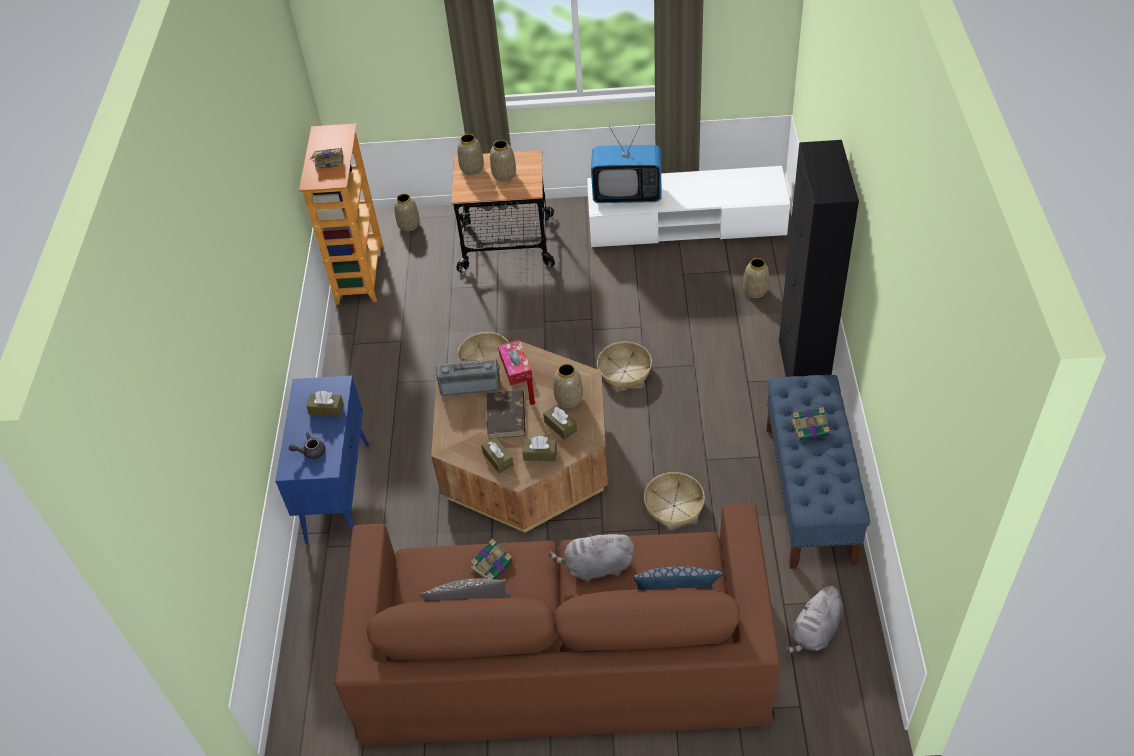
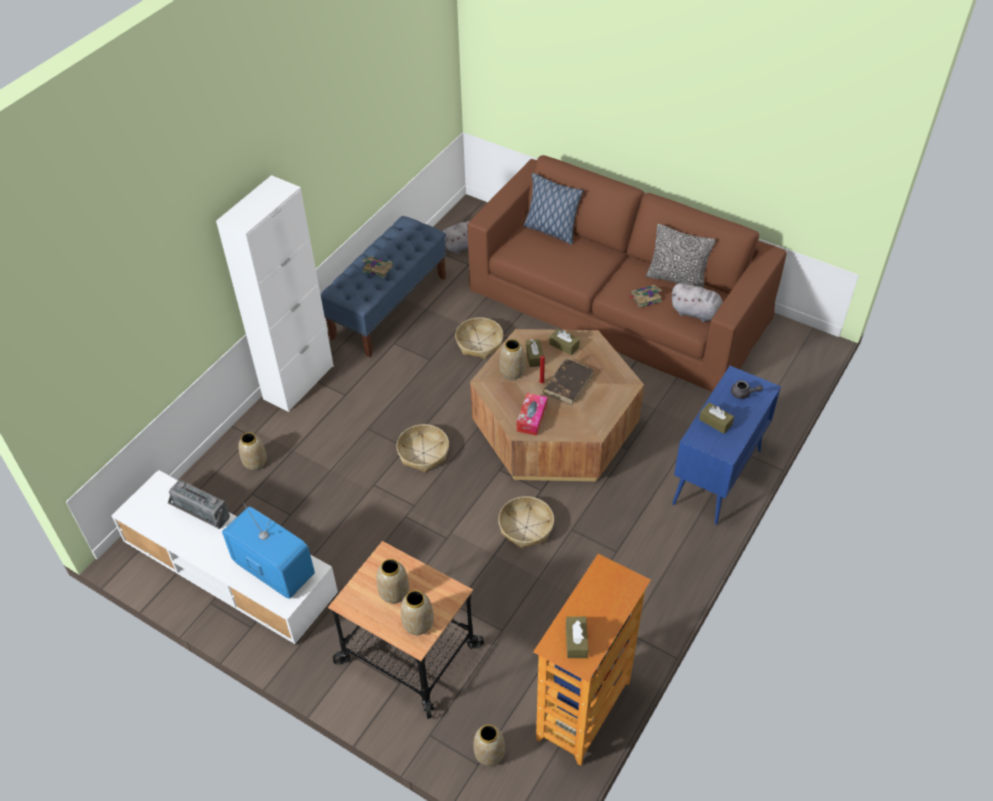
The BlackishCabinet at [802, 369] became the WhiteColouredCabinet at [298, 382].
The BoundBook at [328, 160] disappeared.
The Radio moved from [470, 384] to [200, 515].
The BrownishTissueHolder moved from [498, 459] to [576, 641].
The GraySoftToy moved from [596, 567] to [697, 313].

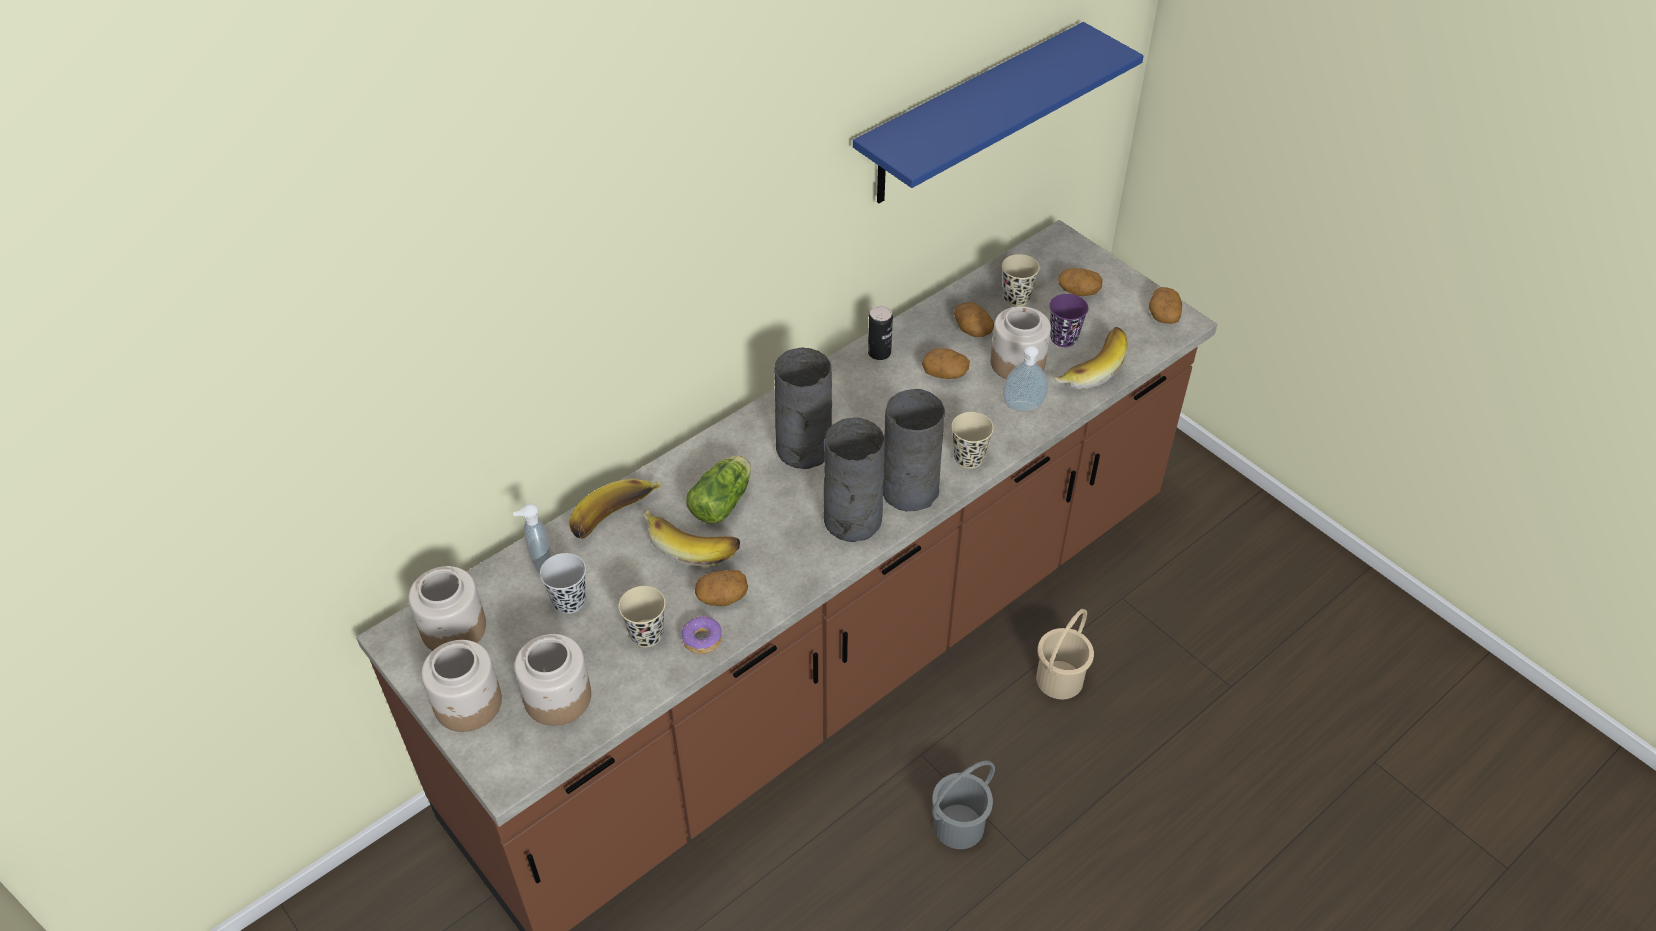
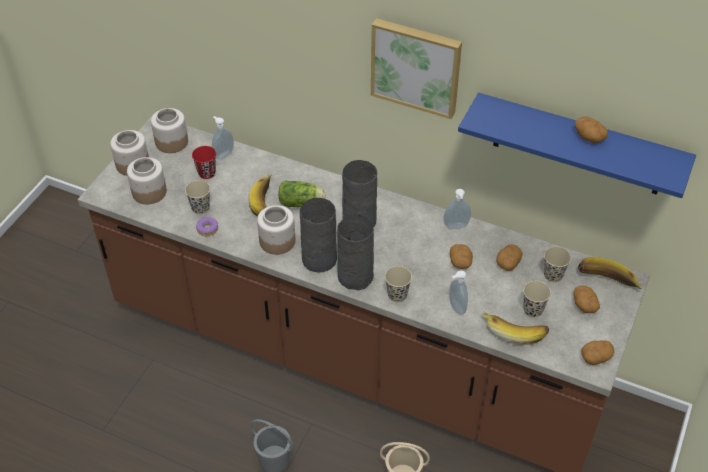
The PurplishDrinkingCup at [1063, 338] became the BeigeColouredDrinkingCup at [533, 310].
The SealedCan at [879, 353] was replaced by the SoapBottle at [456, 227].
The PreserveJar moved from [1017, 362] to [278, 241].
The WholeBanana moved from [617, 519] to [607, 282].
The BlackishDrinkingCup at [569, 601] became the RedDrinkingCup at [207, 173].
The WholePotato moved from [722, 597] to [588, 136].
The Picture at [416, 66] appeared.

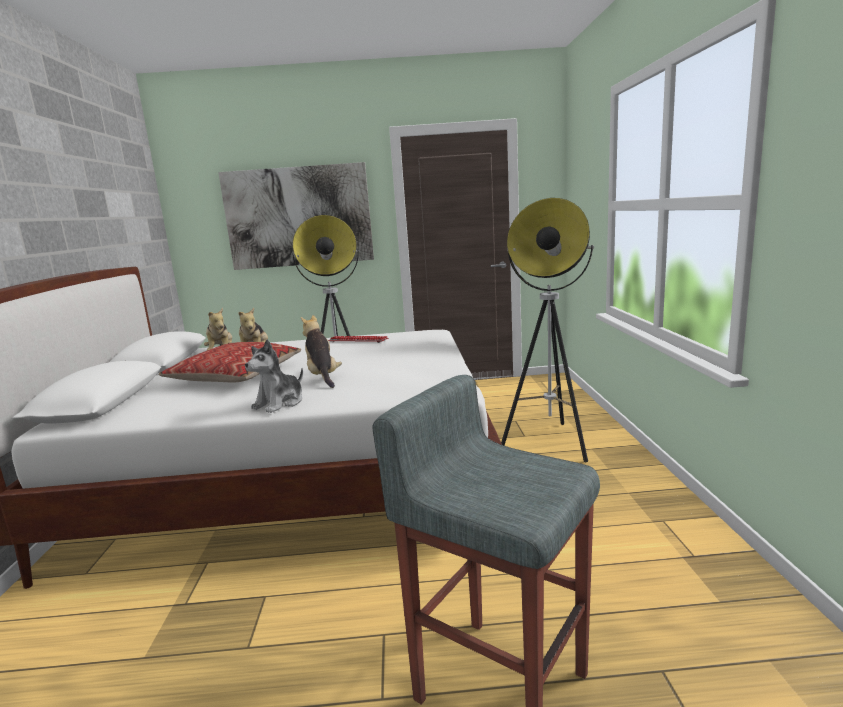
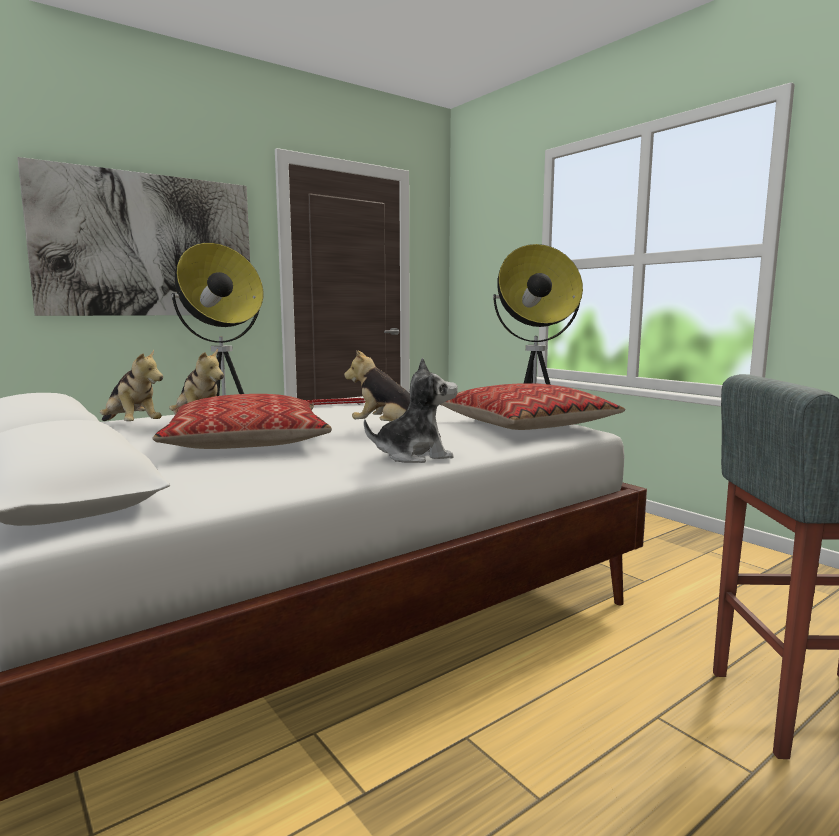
The SoftToy at [280, 403] turned 105 degrees counterclockwise.
The Pillow at [525, 425] appeared.

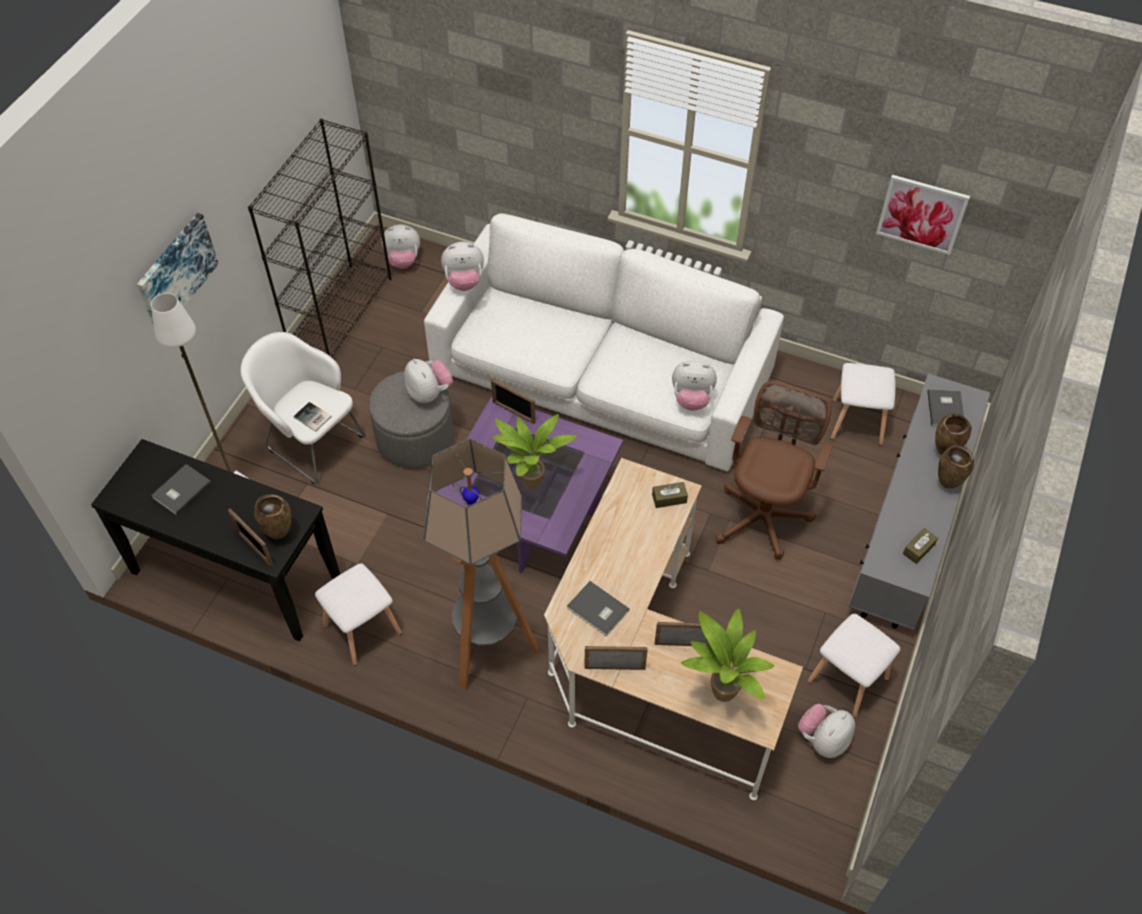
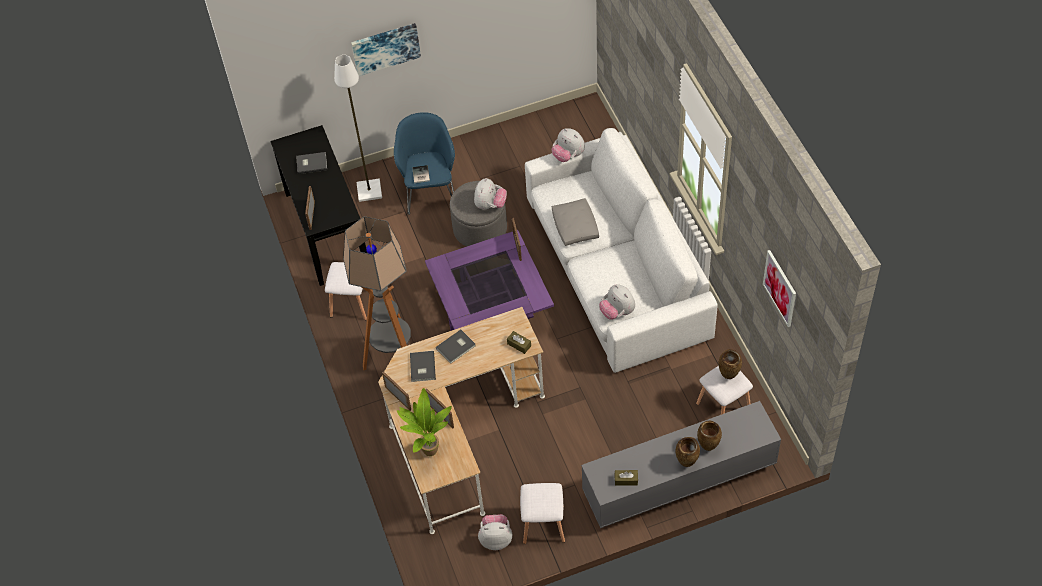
The BlackishShelvingUnit at [341, 313] disappeared.
The SoftToy at [403, 260] disappeared.
The WhiteColouredEasyChair at [312, 442] became the BlueEasyChair at [430, 191].
The BrownishOfficeChair at [764, 514] disappeared.
The GrayBoundBook moved from [946, 409] to [456, 347].
The PottedPlant at [532, 486] disappeared.
The BrownishFlowerVase moved from [280, 534] to [729, 376].
The GrayPillow at [575, 227] appeared.

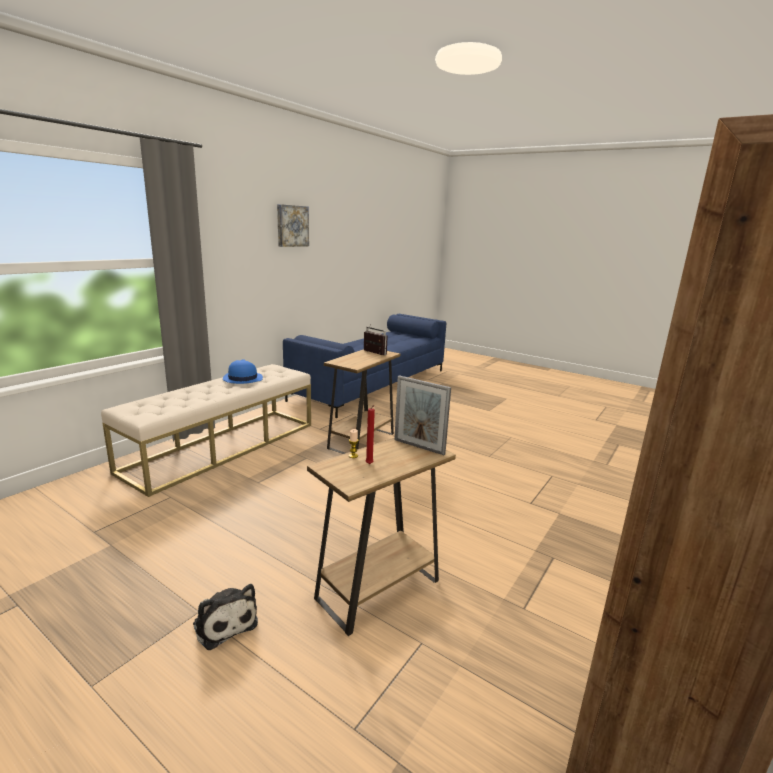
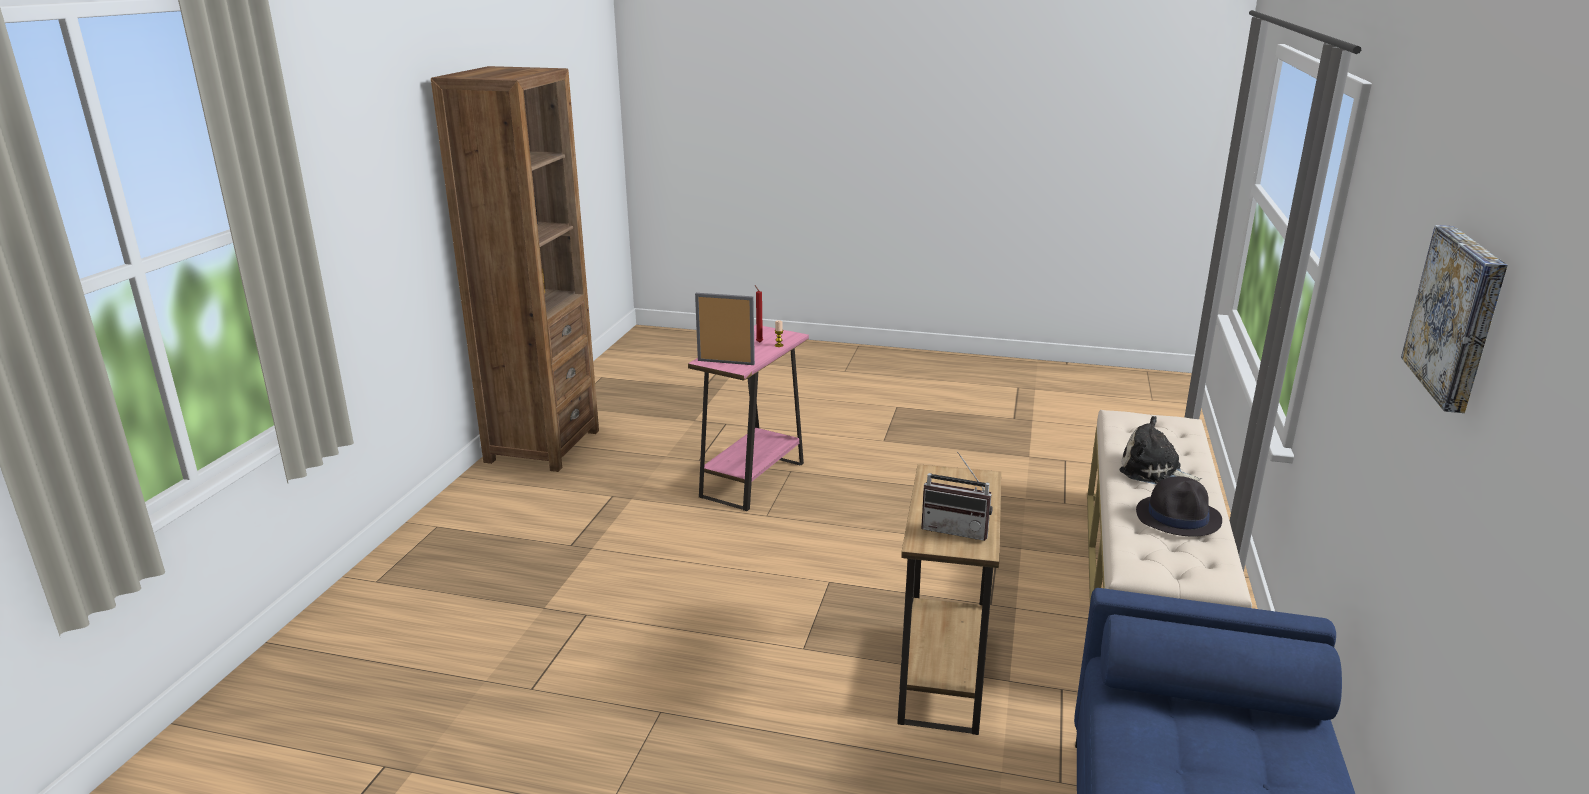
The BlueWearableHat at [242, 378] became the BlackishWearableHat at [1178, 517].
The BrownishEndTable at [378, 589] became the PinkEndTable at [752, 480].
The SoftToy moved from [224, 622] to [1154, 472].

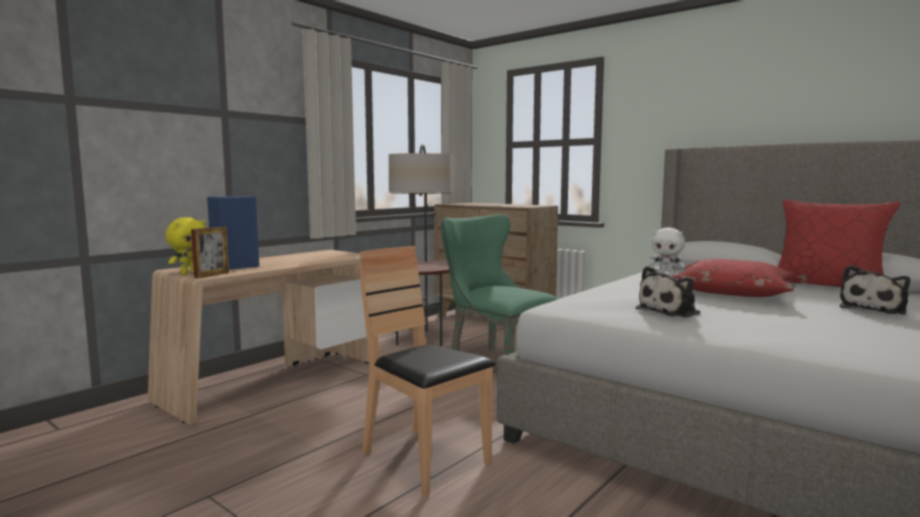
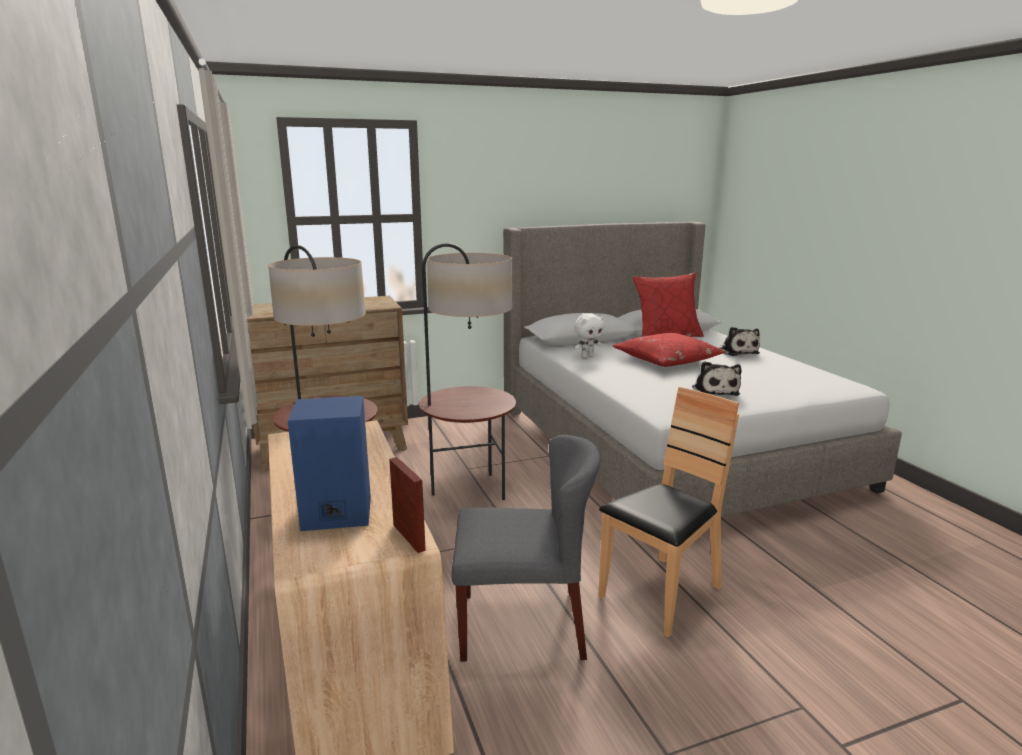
The GreenUprightChair at [496, 363] was replaced by the StandingLamp at [469, 490].
The YellowSoftToy at [189, 273] disappeared.
The BrownishUprightChair at [424, 460] turned 150 degrees clockwise.
The GrayUprightChair at [522, 624] appeared.

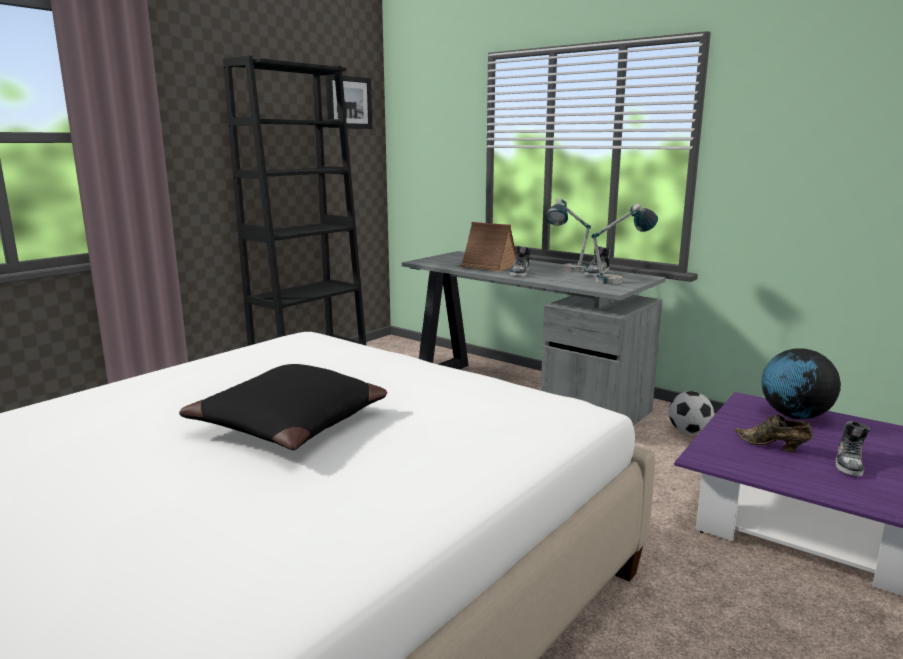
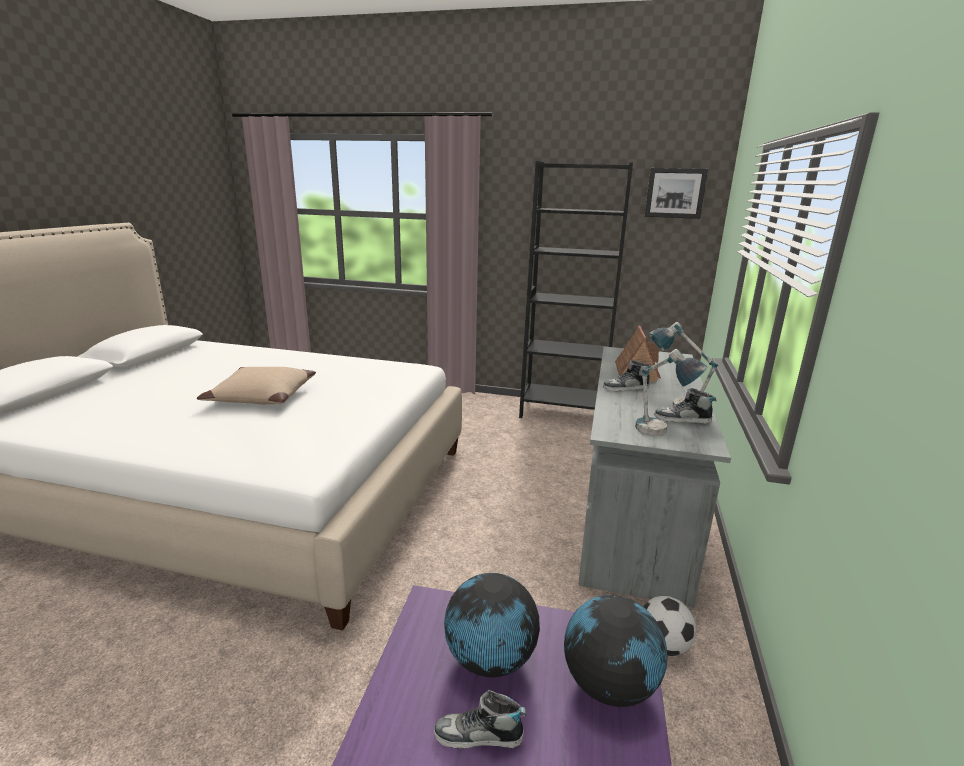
The BlackishPillow at [291, 423] became the BeigeColouredPillow at [261, 396].
The BrownishItemOfFootwear at [773, 446] was replaced by the DeskGlobe at [490, 659].

